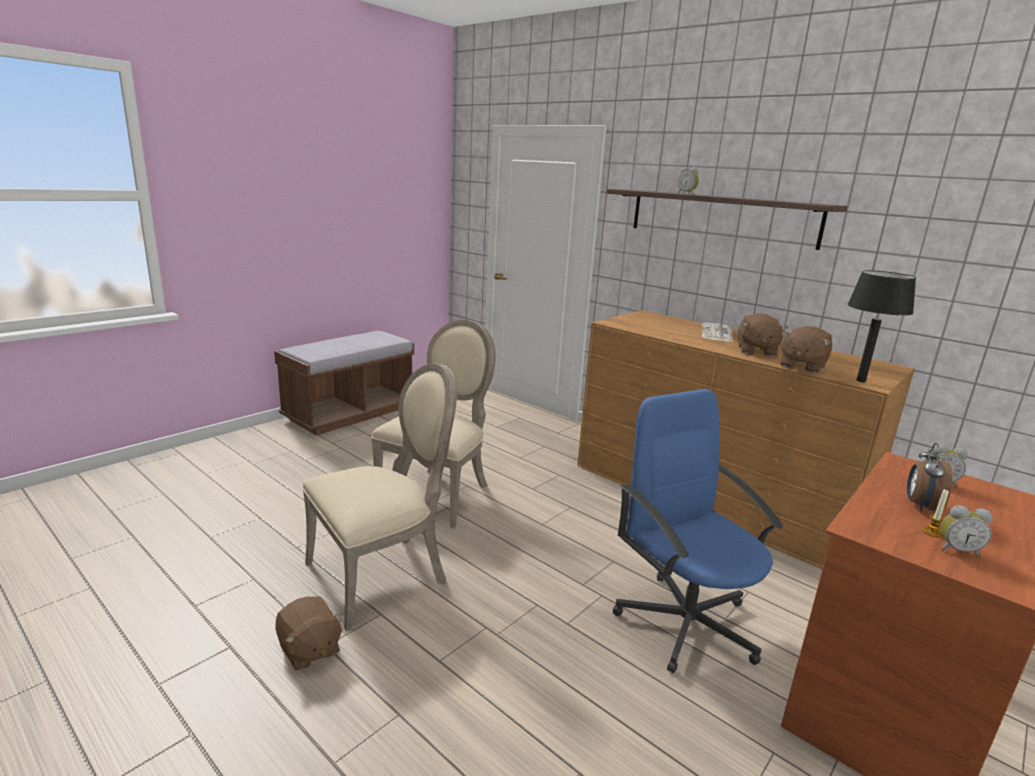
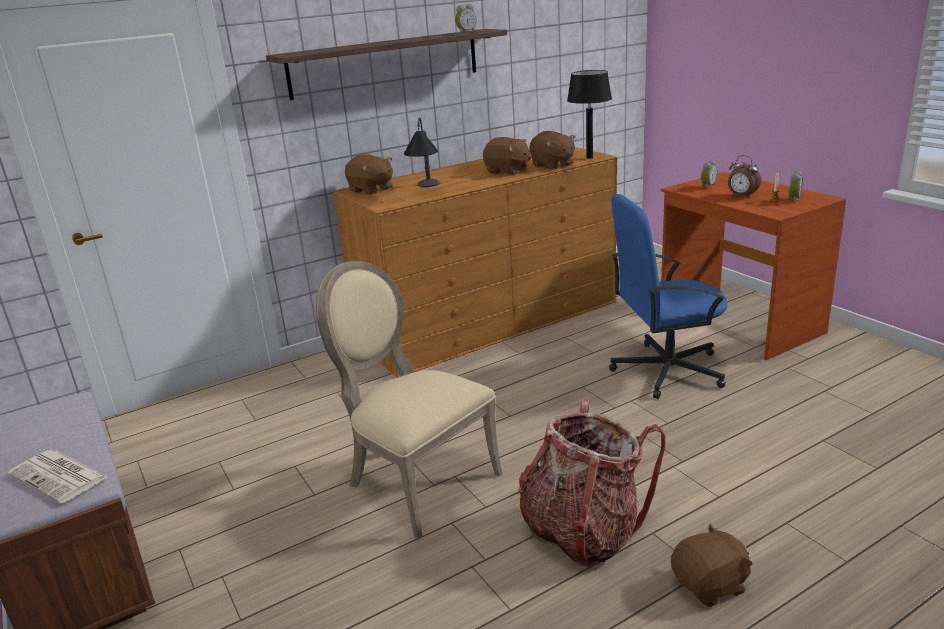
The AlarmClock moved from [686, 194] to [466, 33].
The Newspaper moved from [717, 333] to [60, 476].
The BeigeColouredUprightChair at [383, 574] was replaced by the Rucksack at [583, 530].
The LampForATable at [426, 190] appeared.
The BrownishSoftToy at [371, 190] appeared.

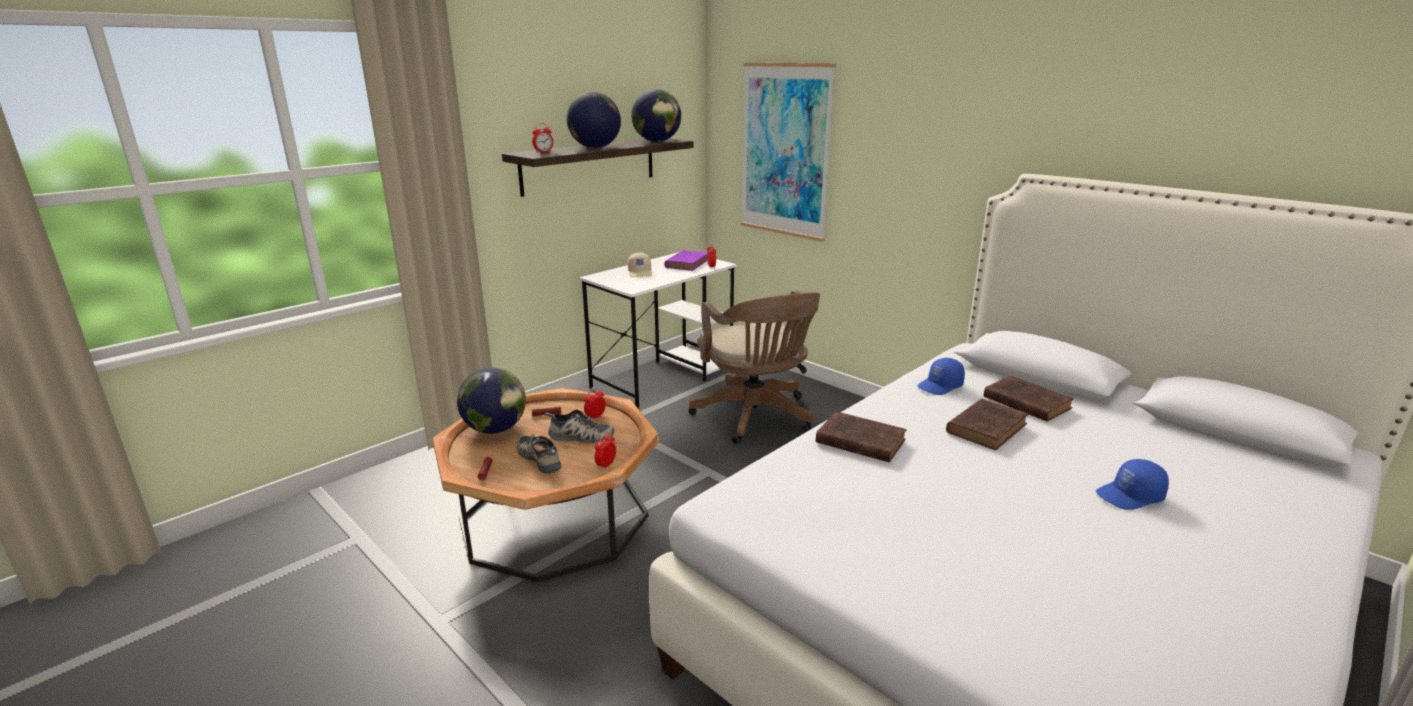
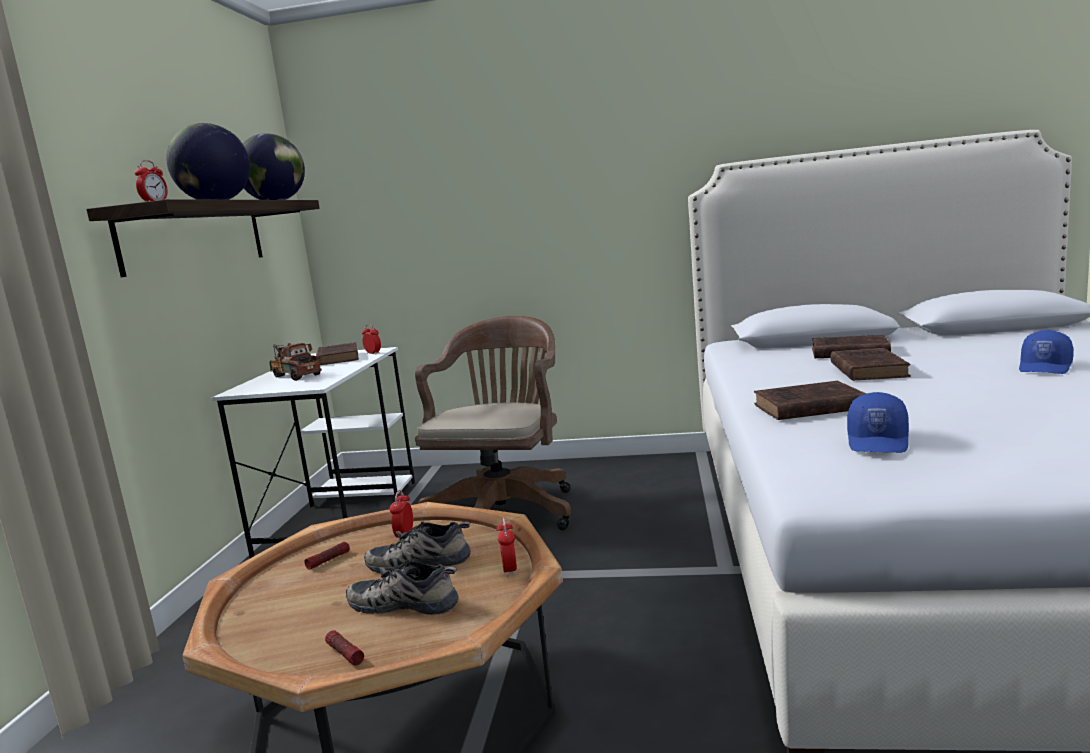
The Picture at [785, 151] disappeared.
The PurplishBoundBook at [687, 263] became the BrownishBoundBook at [338, 358].
The BeigeColouredBaseballCap at [640, 273] was replaced by the ToyLorry at [294, 375].
The BrownishOfficeChair at [756, 418] turned 105 degrees counterclockwise.
The BlueBaseballCap moved from [940, 386] to [879, 441].
The DeskGlobe at [495, 429] disappeared.
The ItemOfFootwear at [580, 437] turned 150 degrees counterclockwise.

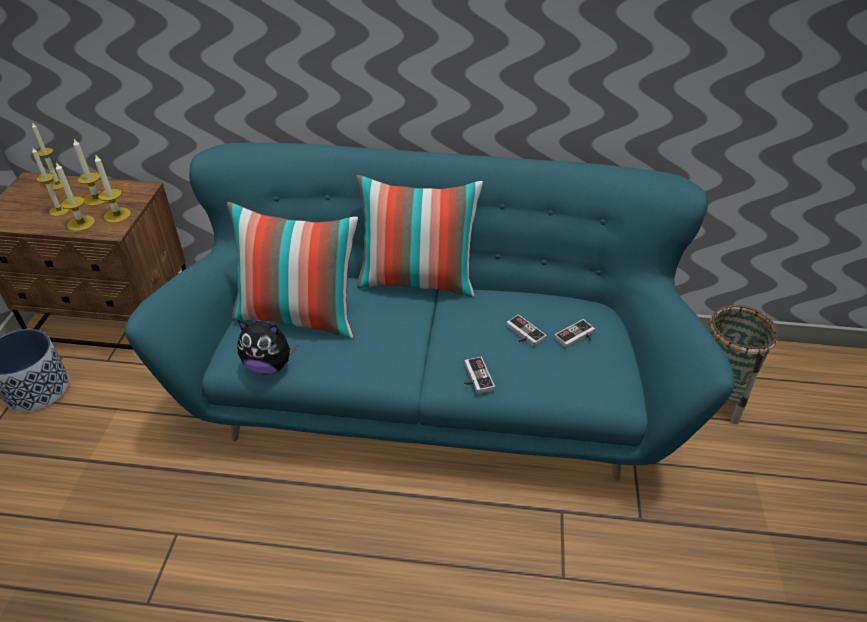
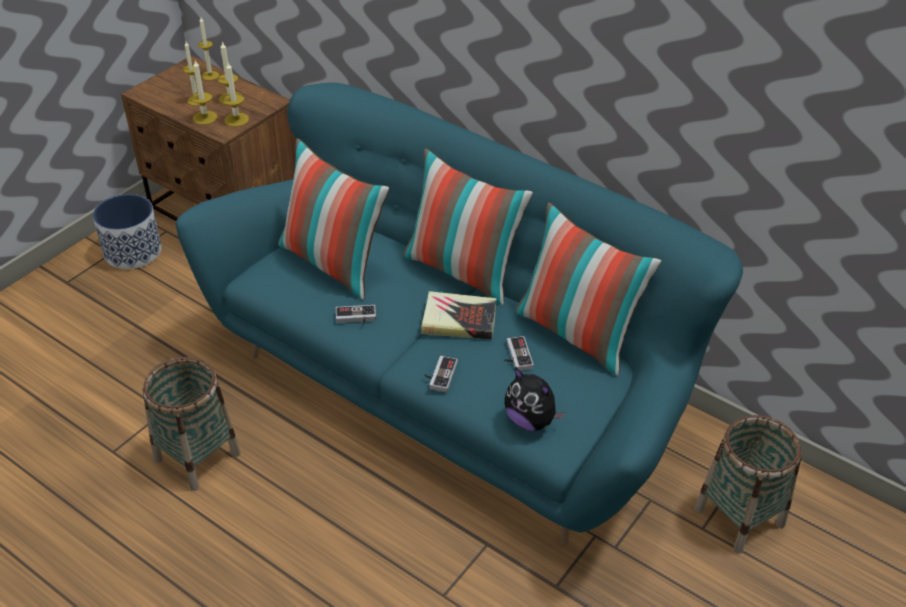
The GameController moved from [577, 338] to [356, 319].
The SoftToy moved from [269, 365] to [530, 420].
The Pillow at [577, 333] appeared.
The BoundBook at [459, 320] appeared.
The StorageBasket at [197, 456] appeared.

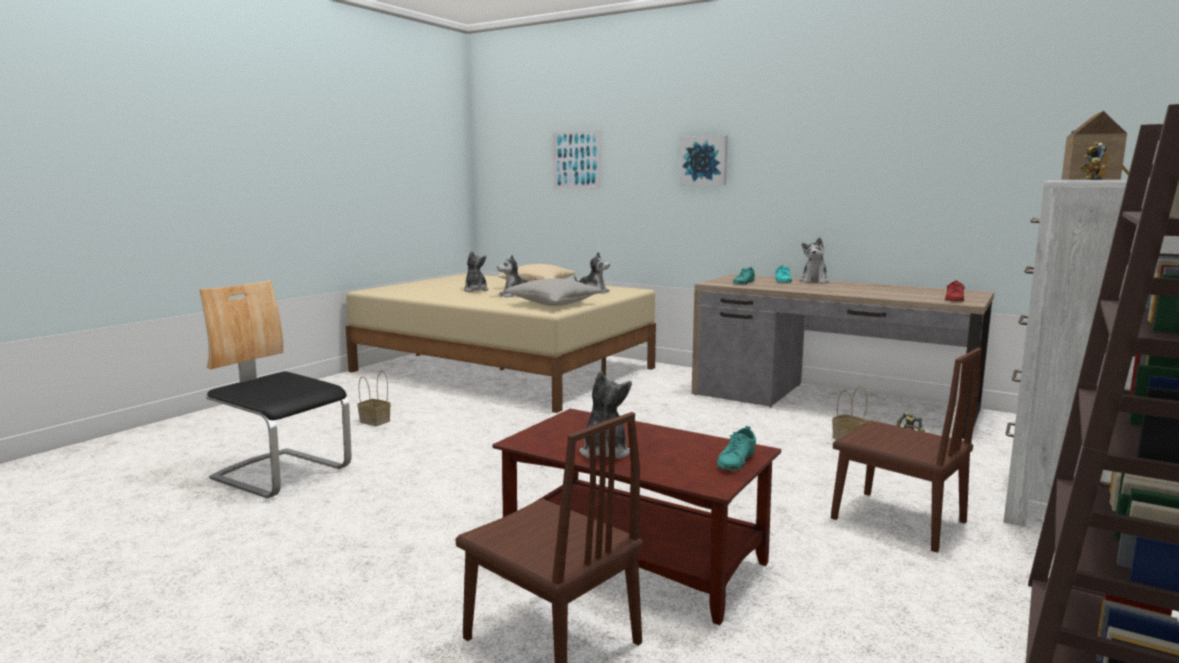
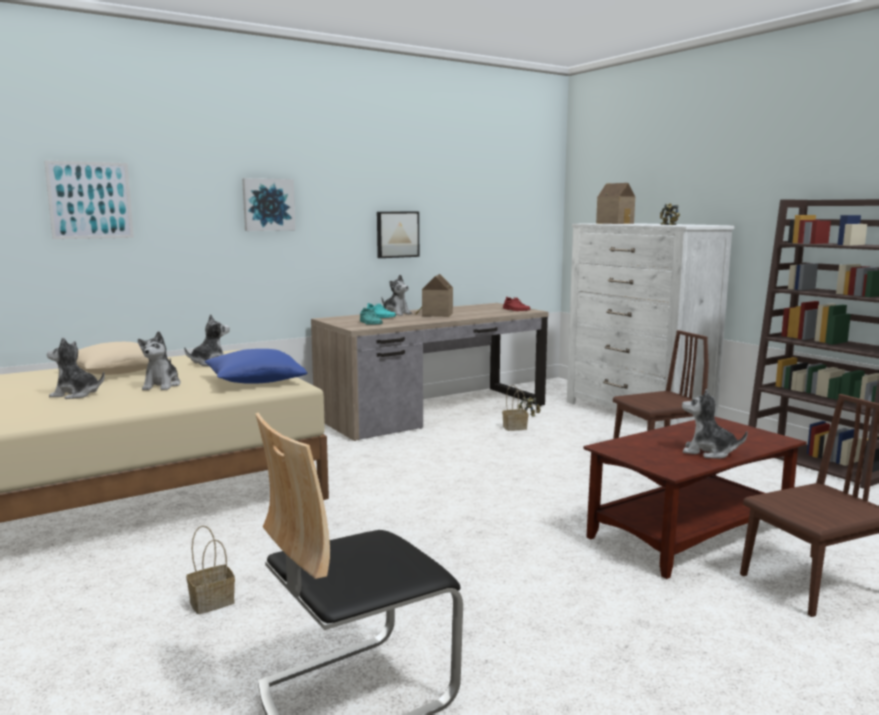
The GrayPillow at [553, 304] became the BluePillow at [255, 381].
The BlueGreenItemOfFootwear at [736, 460] disappeared.
The Picture at [397, 234] appeared.
The MiniatureHouse at [435, 314] appeared.

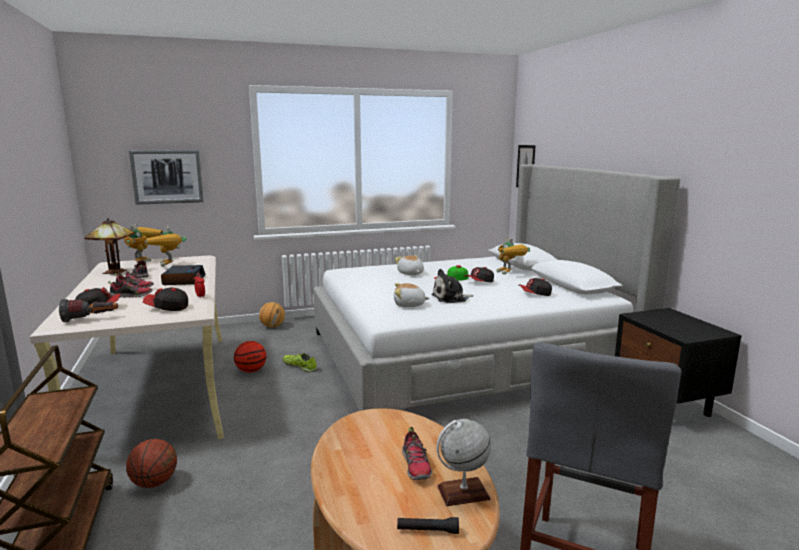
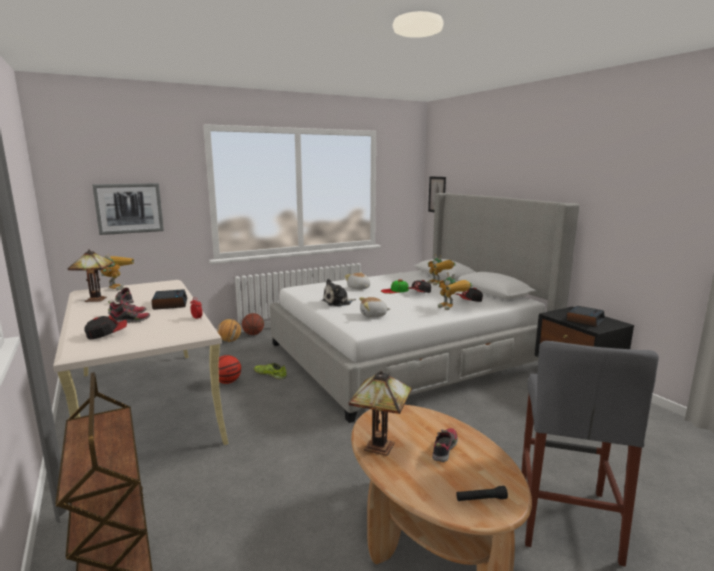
The ToyRobot moved from [170, 265] to [452, 308].
The SoftToy moved from [451, 298] to [338, 302].
The BaseballCap at [167, 308] disappeared.
The Flashlight at [90, 319] disappeared.
The DeskGlobe at [463, 493] disappeared.
The ItemOfFootwear at [416, 466] turned 135 degrees counterclockwise.
The BasketballBall moved from [154, 483] to [253, 334].
The AlarmClock at [585, 320] appeared.
The LampForATable at [382, 446] appeared.

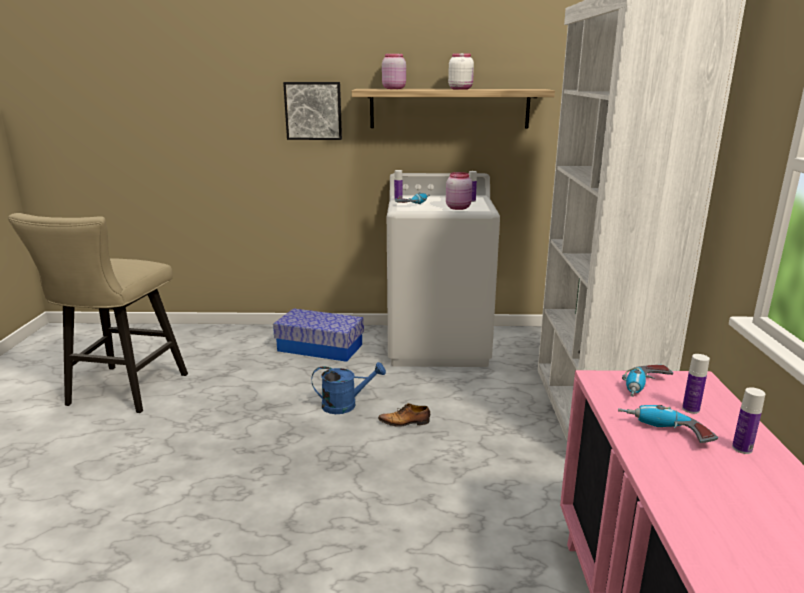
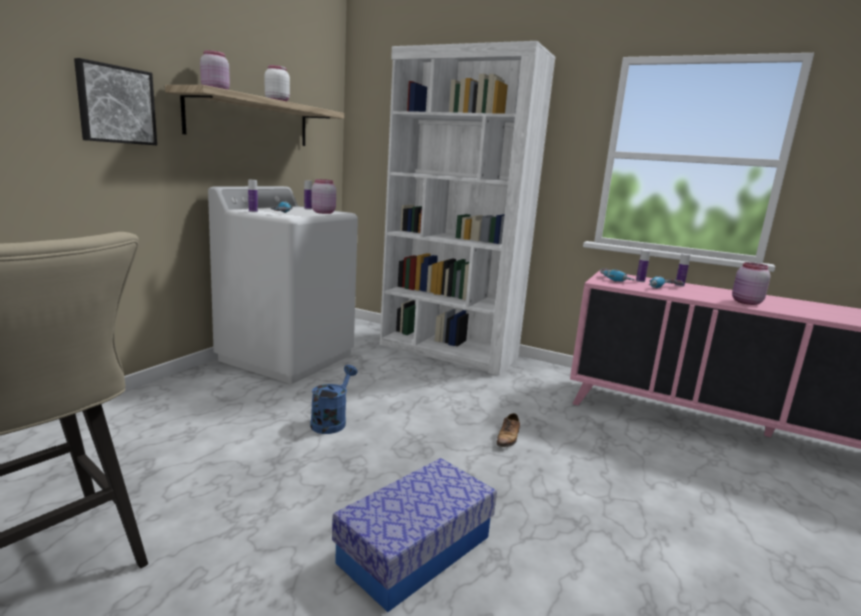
The StorageContainer moved from [320, 347] to [415, 549].
The ItemOfFootwear moved from [405, 422] to [508, 438].
The PinkPreserveJar at [746, 302] appeared.

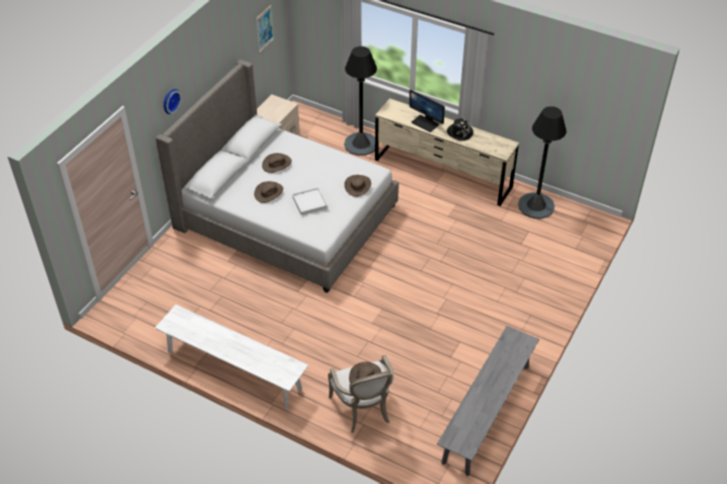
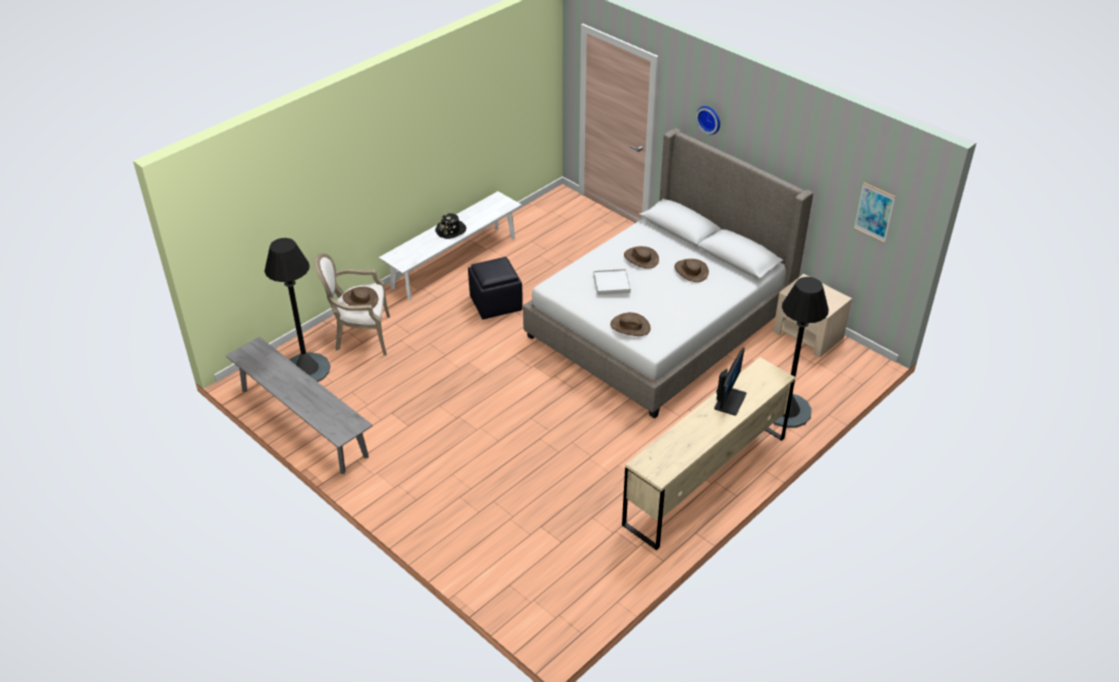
The ComputerDisplay at [425, 123] turned 150 degrees clockwise.
The BlackishStandingLamp moved from [536, 206] to [306, 369].
The BlackishWearableHat moved from [460, 132] to [451, 230].
The BlackishOttoman at [495, 304] appeared.

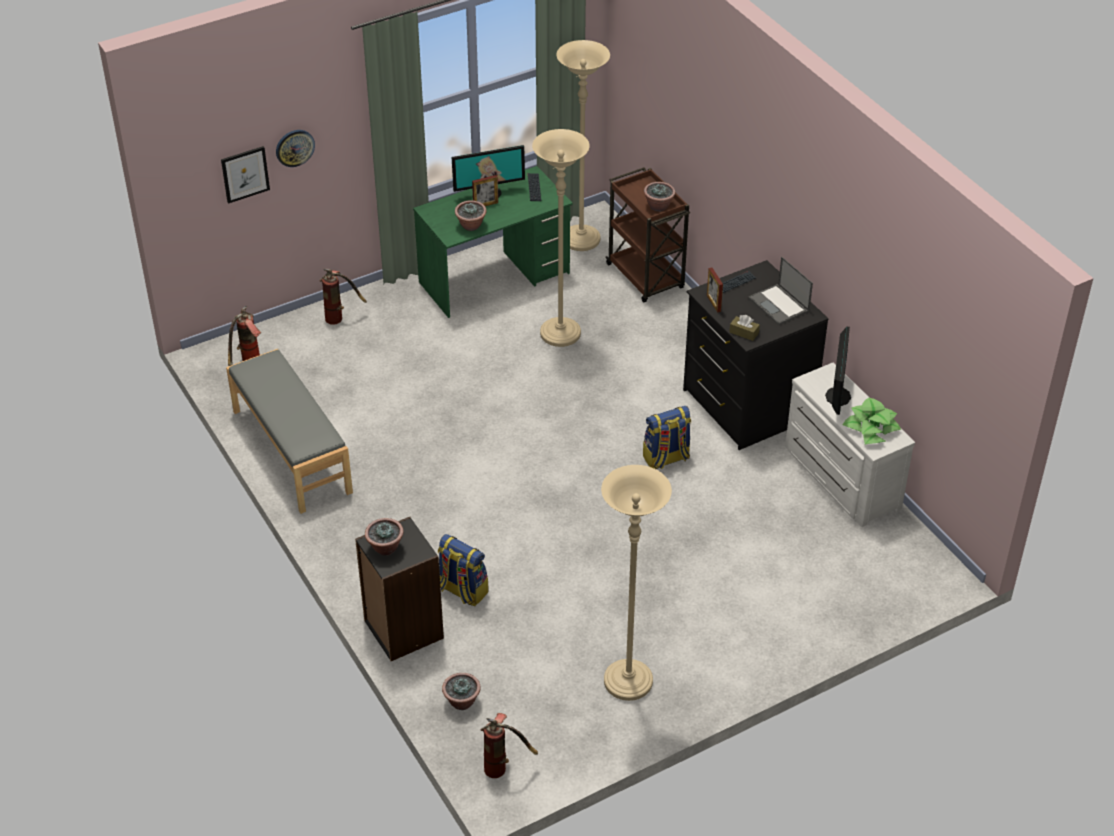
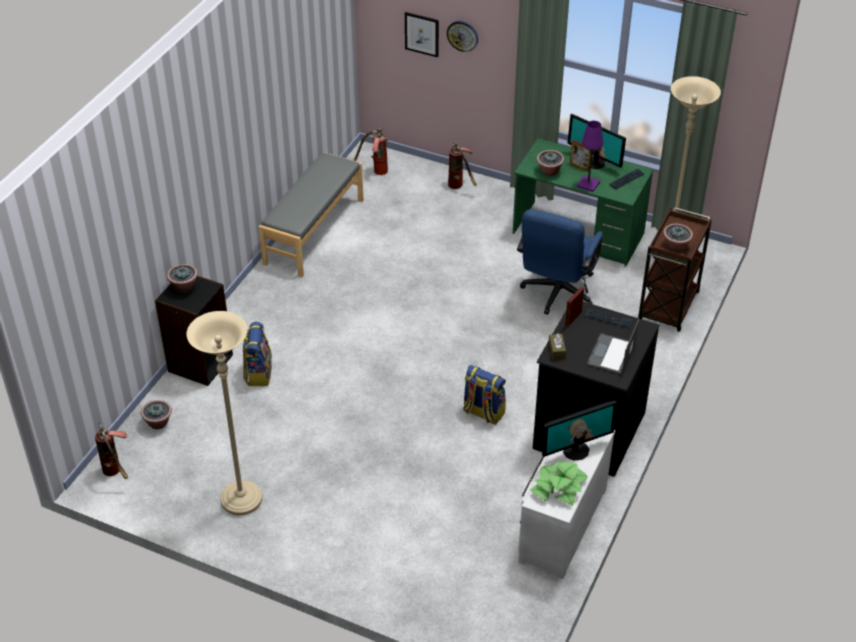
The BeigeColouredStandingLamp at [560, 334] was replaced by the BlueOfficeChair at [556, 294].
The PurplishLampForATable at [588, 184] appeared.

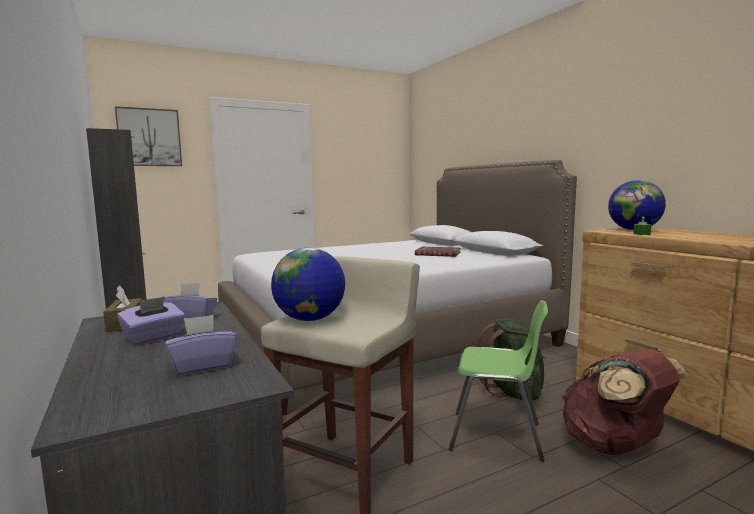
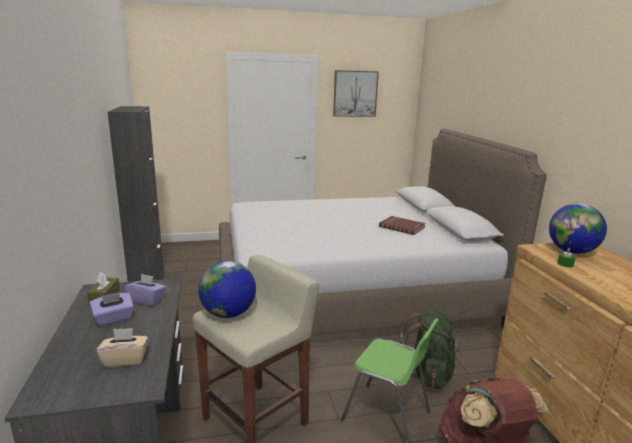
The Picture moved from [149, 137] to [355, 93].
The PurplishTissueHolder at [202, 366] became the BeigeColouredTissueHolder at [125, 359].

